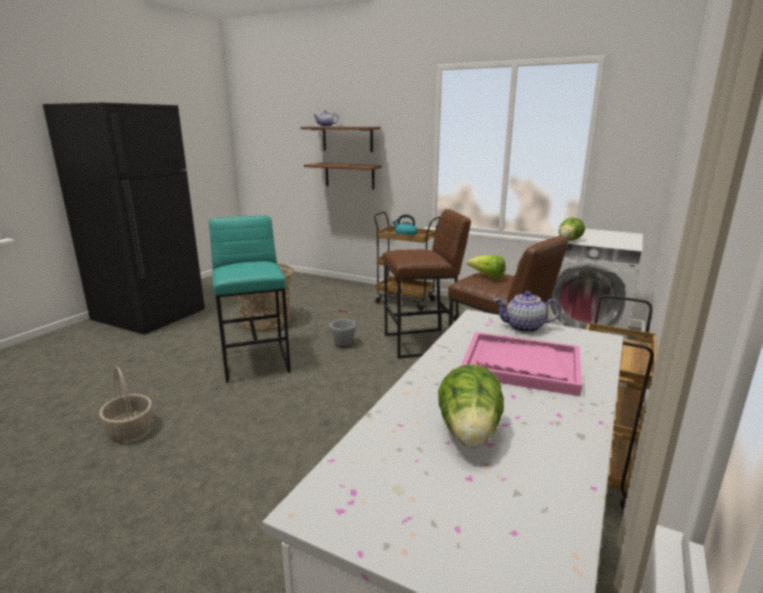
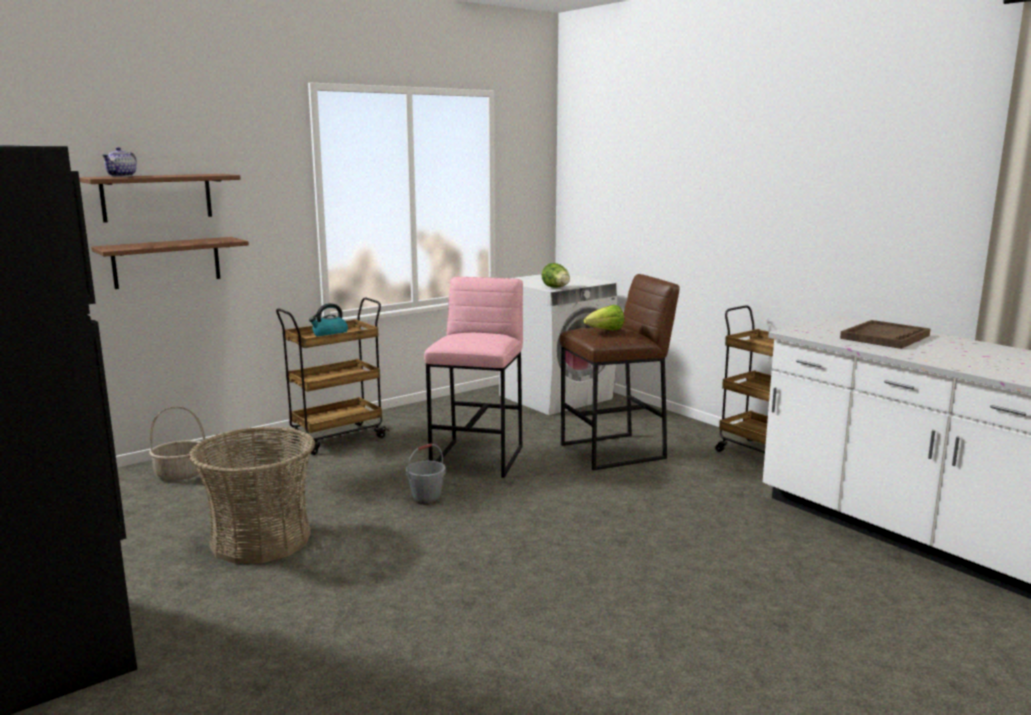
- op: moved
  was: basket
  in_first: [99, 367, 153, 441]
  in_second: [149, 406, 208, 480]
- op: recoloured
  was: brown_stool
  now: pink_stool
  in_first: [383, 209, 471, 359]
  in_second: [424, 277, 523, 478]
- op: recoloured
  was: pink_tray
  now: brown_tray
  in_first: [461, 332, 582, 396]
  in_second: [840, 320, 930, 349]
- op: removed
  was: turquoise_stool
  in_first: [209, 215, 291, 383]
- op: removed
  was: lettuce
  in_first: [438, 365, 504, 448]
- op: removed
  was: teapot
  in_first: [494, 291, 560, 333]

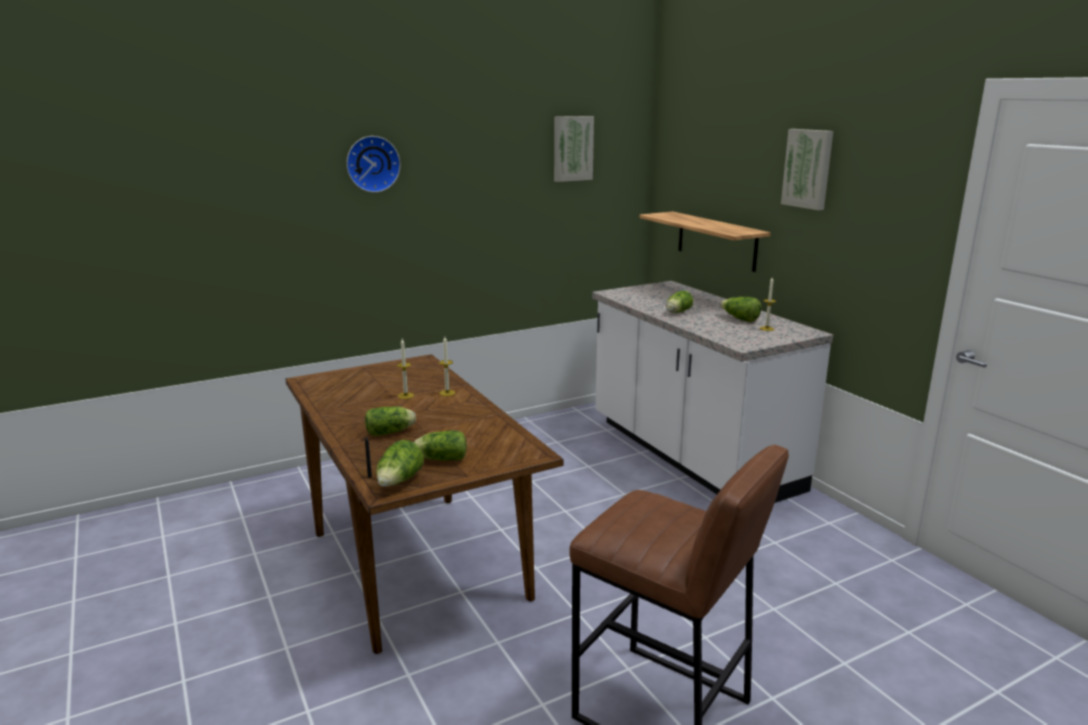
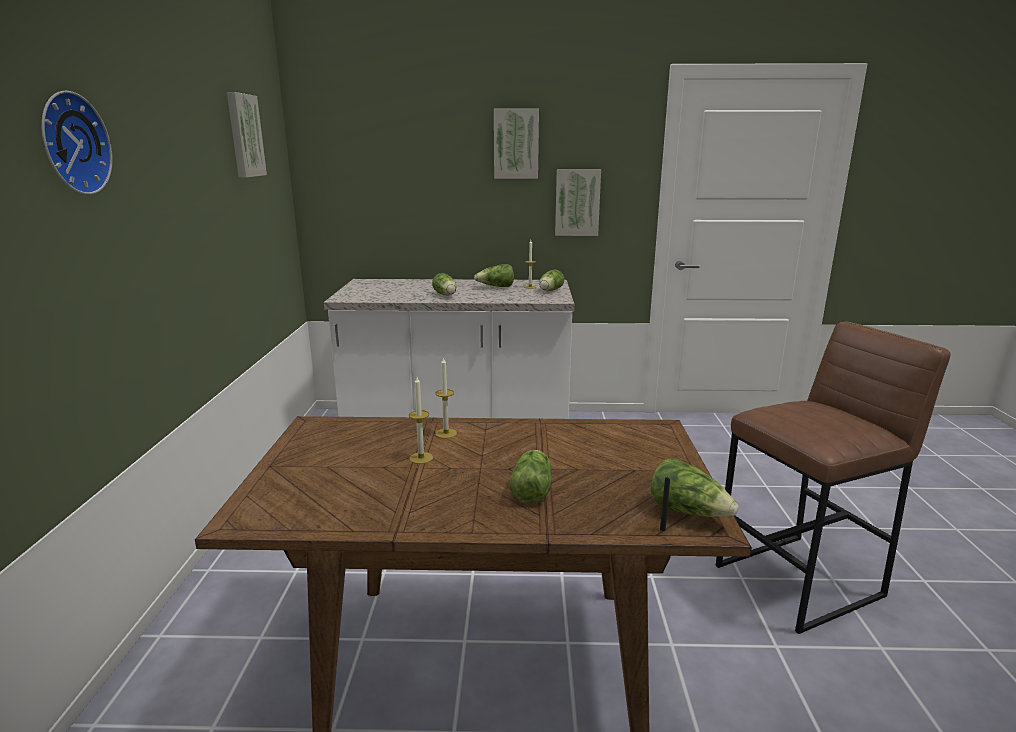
- op: moved
  was: lettuce
  in_first: [414, 431, 467, 461]
  in_second: [539, 270, 564, 291]
- op: added
  now: picture
  in_second: [555, 170, 601, 236]
- op: removed
  was: shelf
  in_first: [639, 212, 771, 272]

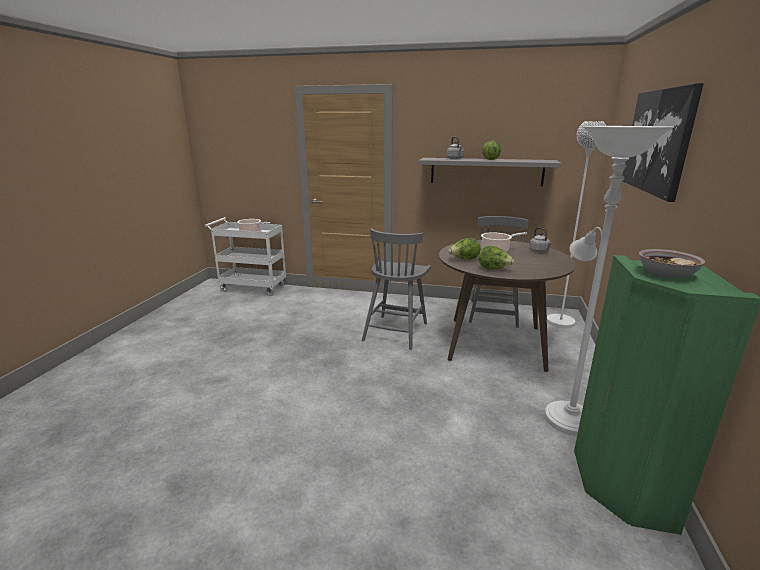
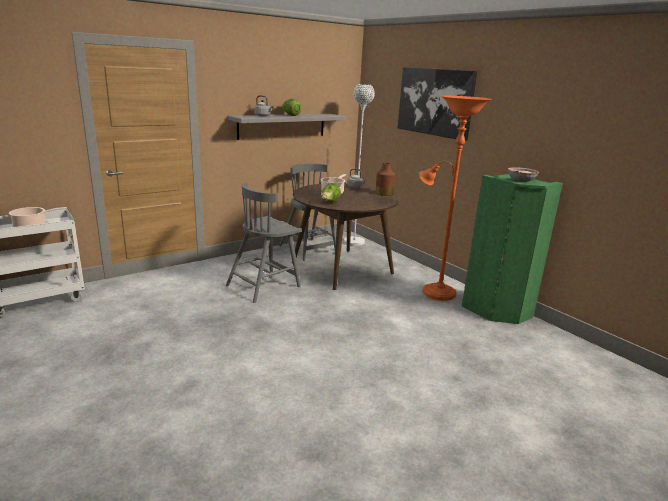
- op: turned
  was: grey_chair
  in_first: [362, 228, 431, 350]
  in_second: [226, 183, 302, 303]
  clockwise: 75
- op: added
  now: brown_vase
  in_second: [375, 163, 395, 196]
- op: recoloured
  was: white_floor_lamp
  now: orange_floor_lamp
  in_first: [545, 126, 674, 436]
  in_second: [419, 96, 492, 301]
- op: removed
  was: lettuce
  in_first: [479, 246, 514, 270]

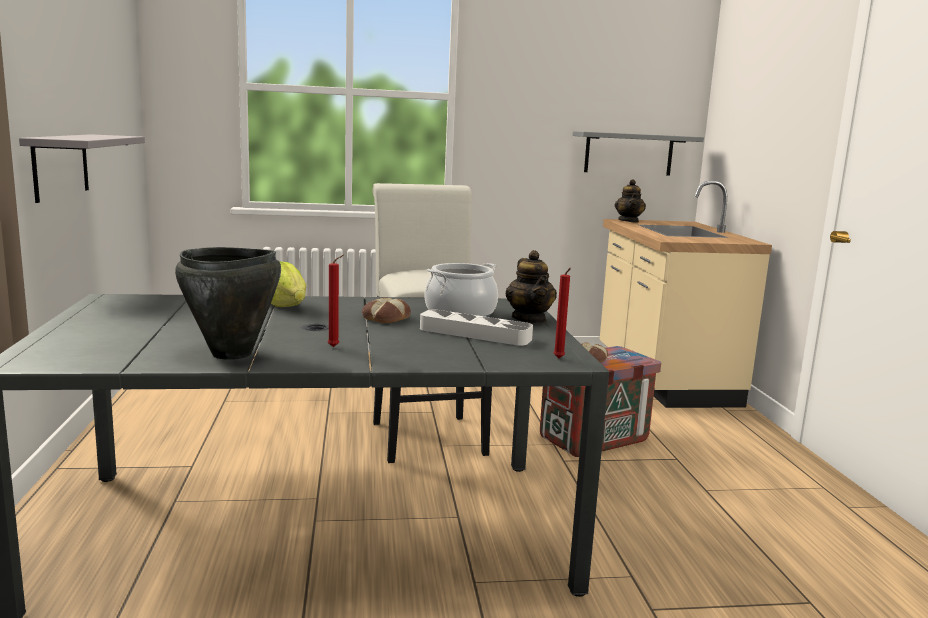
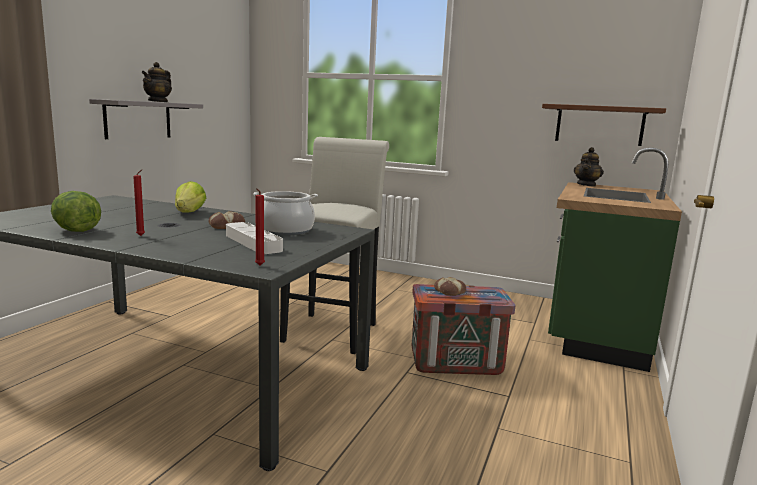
- op: replaced
  was: black_cooking_pot
  now: lettuce
  in_first: [175, 247, 281, 360]
  in_second: [51, 191, 101, 232]
- op: moved
  was: teapot
  in_first: [506, 250, 557, 323]
  in_second: [142, 62, 172, 102]
- op: recoloured
  was: grey_shelf
  now: brown_shelf
  in_first: [573, 131, 704, 176]
  in_second: [542, 104, 666, 146]
- op: recoloured
  was: beige_counter
  now: green_counter
  in_first: [600, 180, 772, 408]
  in_second: [548, 148, 682, 372]

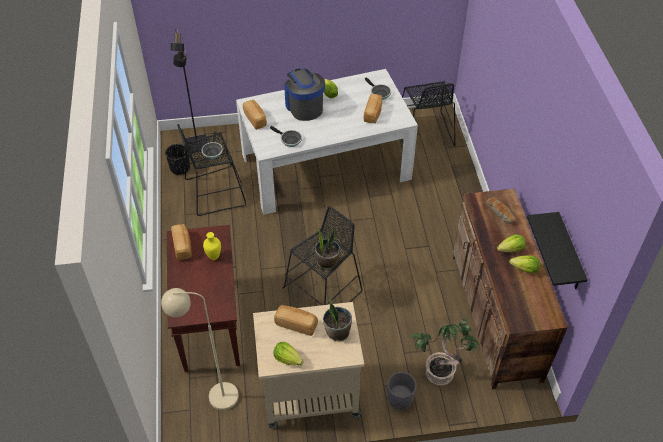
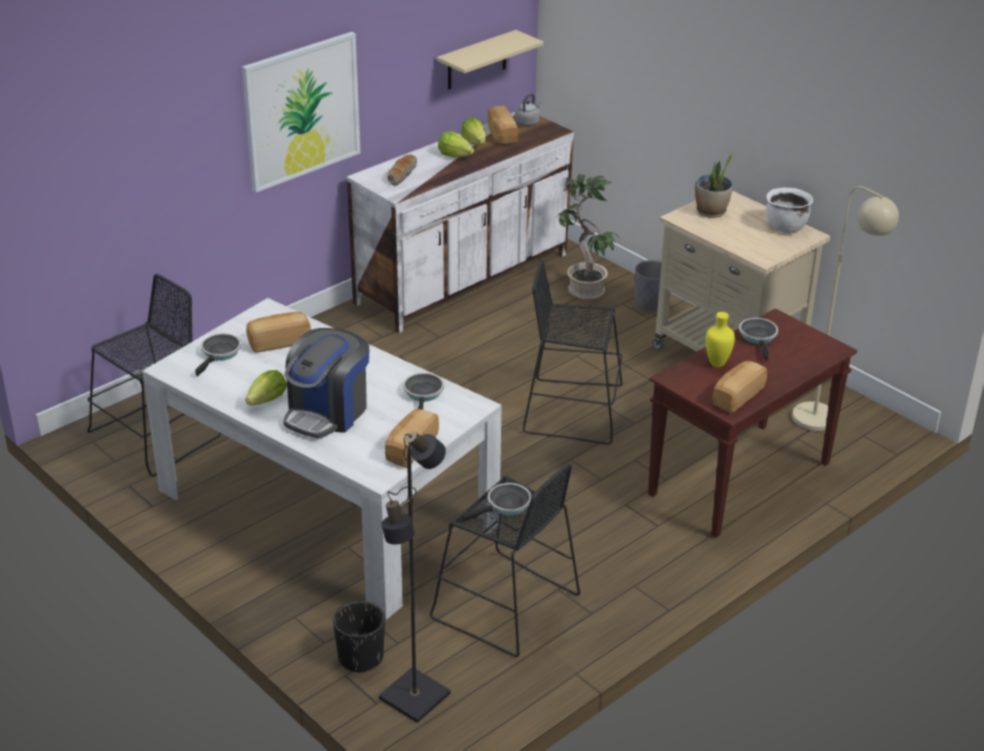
- op: added
  now: picture
  in_second: [242, 32, 360, 192]
- op: moved
  was: black_planter
  in_first: [165, 144, 190, 175]
  in_second: [333, 601, 385, 673]
- op: recoloured
  was: brown_cabinet
  now: white_cabinet
  in_first: [453, 189, 568, 389]
  in_second: [346, 112, 574, 333]
- op: recoloured
  was: black_shelf
  now: beige_shelf
  in_first: [527, 212, 588, 289]
  in_second: [437, 30, 544, 89]
- op: moved
  was: bread
  in_first: [274, 305, 318, 336]
  in_second: [488, 105, 518, 145]
- op: added
  now: grey_kettle
  in_second: [515, 94, 541, 126]
- op: added
  now: frying_pan
  in_second: [739, 318, 778, 361]
- op: replaced
  was: lettuce
  now: white_cooking_pot
  in_first: [274, 342, 304, 366]
  in_second: [766, 188, 813, 233]
- op: removed
  was: potted_plant
  in_first: [315, 227, 340, 270]

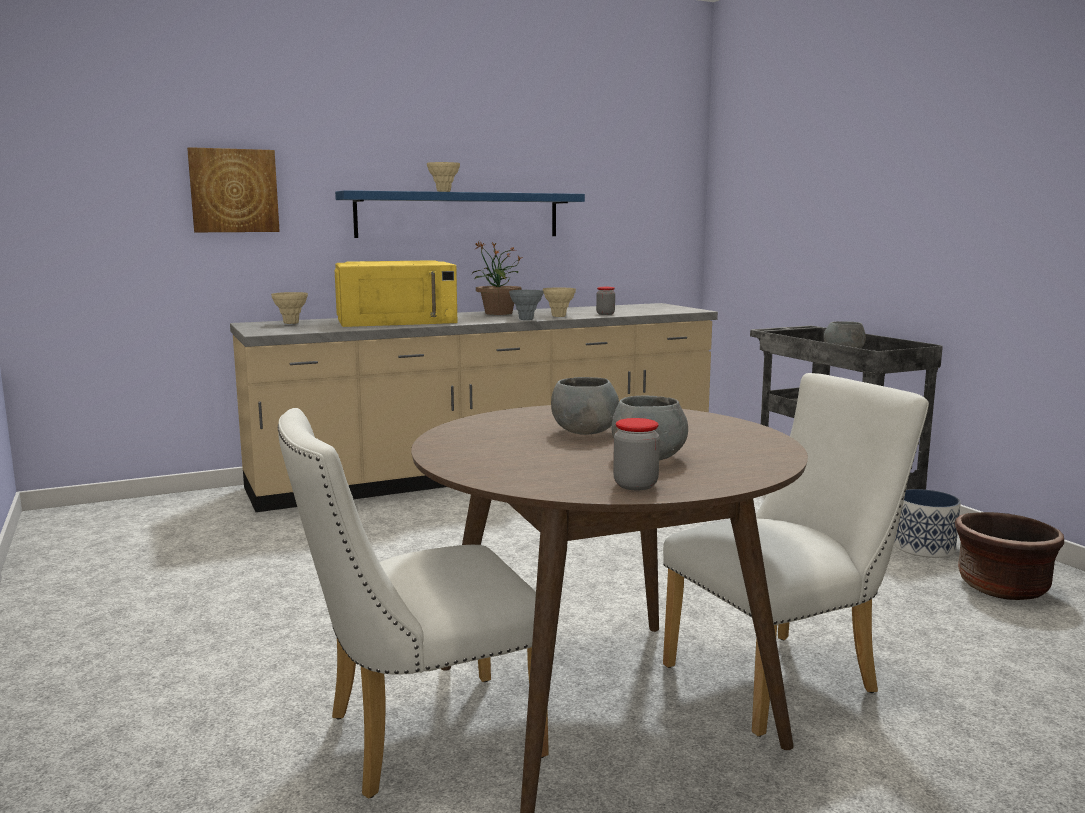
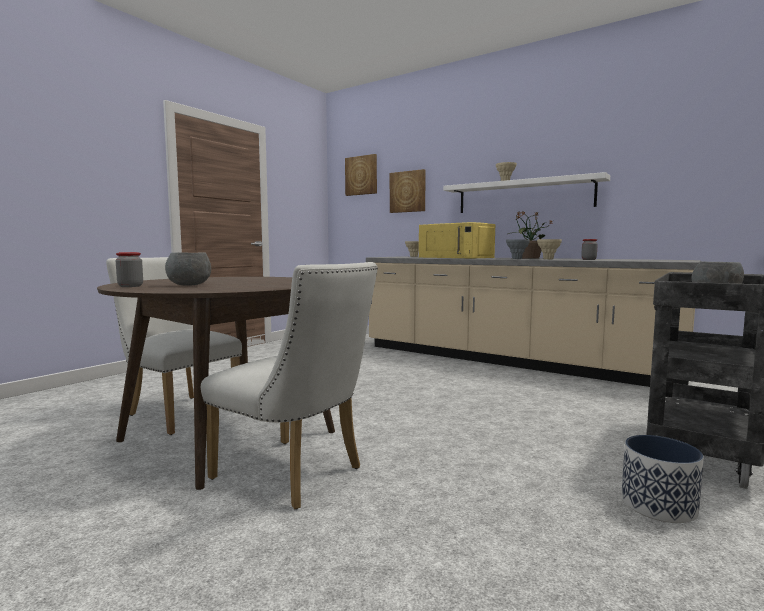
- op: added
  now: picture
  in_second: [345, 154, 377, 196]
- op: recoloured
  was: blue_shelf
  now: white_shelf
  in_first: [335, 190, 585, 238]
  in_second: [443, 172, 610, 213]
- op: removed
  was: grey_bowl
  in_first: [551, 377, 619, 435]
- op: removed
  was: brown_planter
  in_first: [955, 512, 1064, 600]

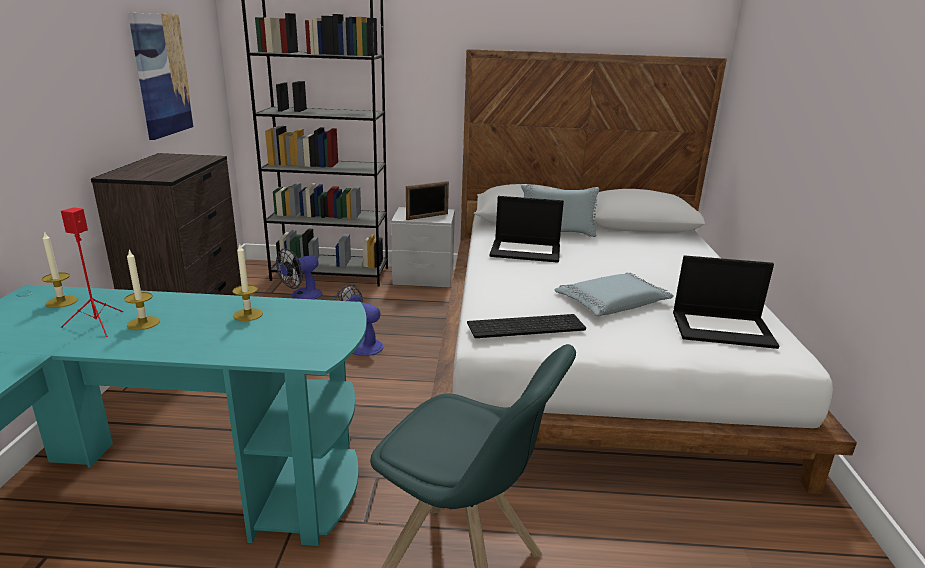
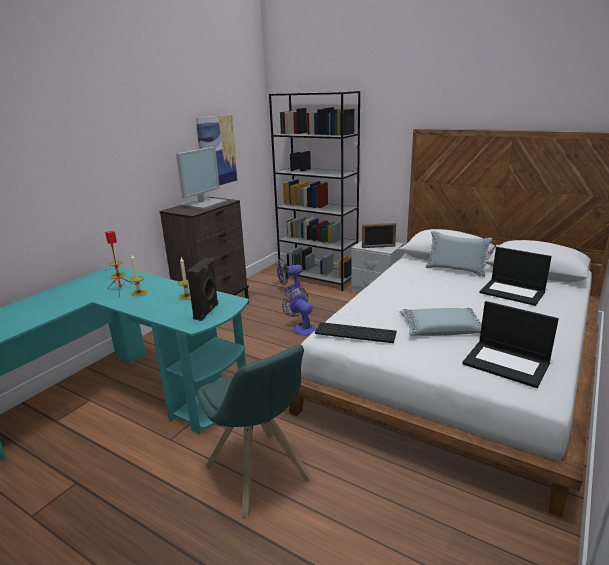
- op: added
  now: monitor
  in_second: [176, 147, 227, 210]
- op: added
  now: black_speaker
  in_second: [187, 258, 218, 321]
- op: moved
  was: laptop
  in_first: [489, 196, 564, 263]
  in_second: [479, 247, 552, 306]

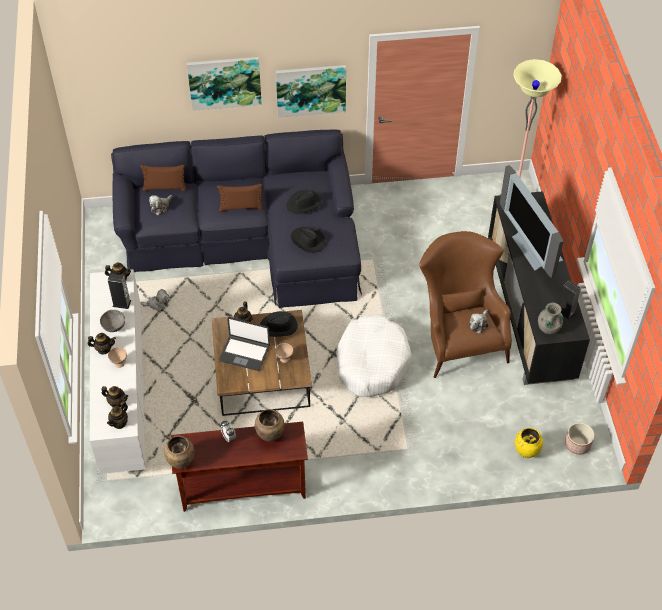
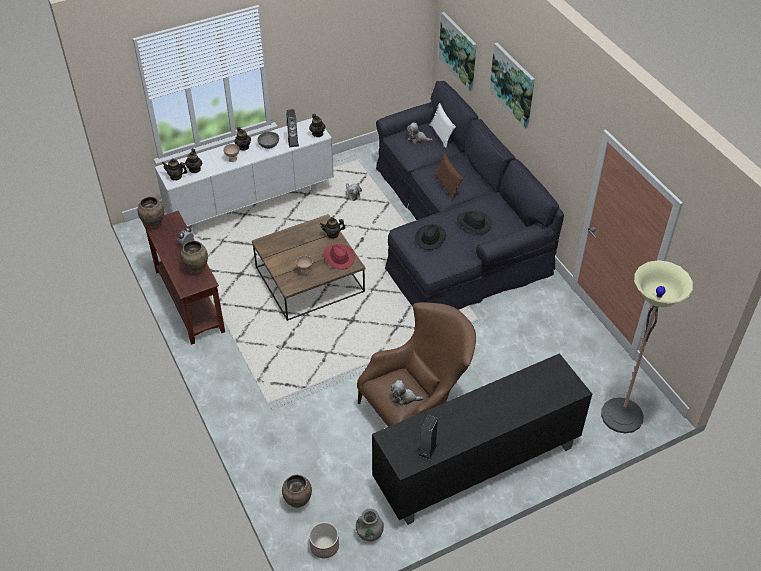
- op: recoloured
  was: yellow_vase
  now: brown_vase
  in_first: [515, 428, 543, 458]
  in_second: [282, 475, 312, 508]
- op: recoloured
  was: black_hat
  now: red_hat
  in_first: [260, 311, 298, 337]
  in_second: [324, 244, 355, 269]
- op: moved
  was: grey_vase
  in_first: [538, 303, 563, 334]
  in_second: [356, 509, 384, 542]
- op: recoloured
  was: brown_pillow
  now: white_pillow
  in_first: [140, 165, 186, 192]
  in_second: [430, 103, 456, 148]
- op: moved
  was: picture
  in_first: [276, 65, 346, 118]
  in_second: [439, 12, 477, 91]
- op: removed
  was: laptop
  in_first: [219, 317, 270, 371]
- op: removed
  was: white_dog_bed
  in_first: [336, 313, 411, 397]
- op: removed
  was: television
  in_first: [500, 165, 564, 278]

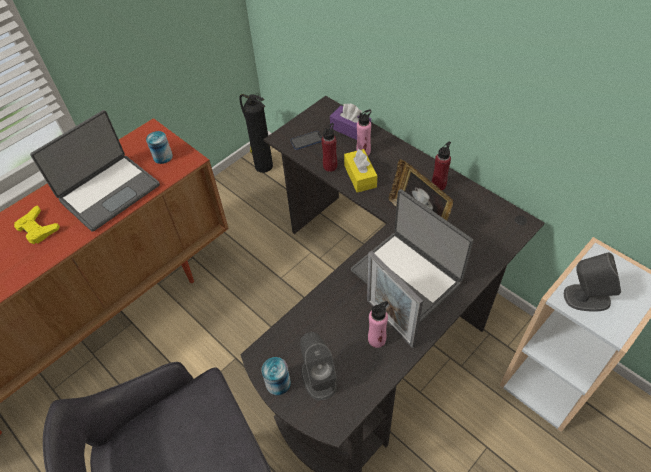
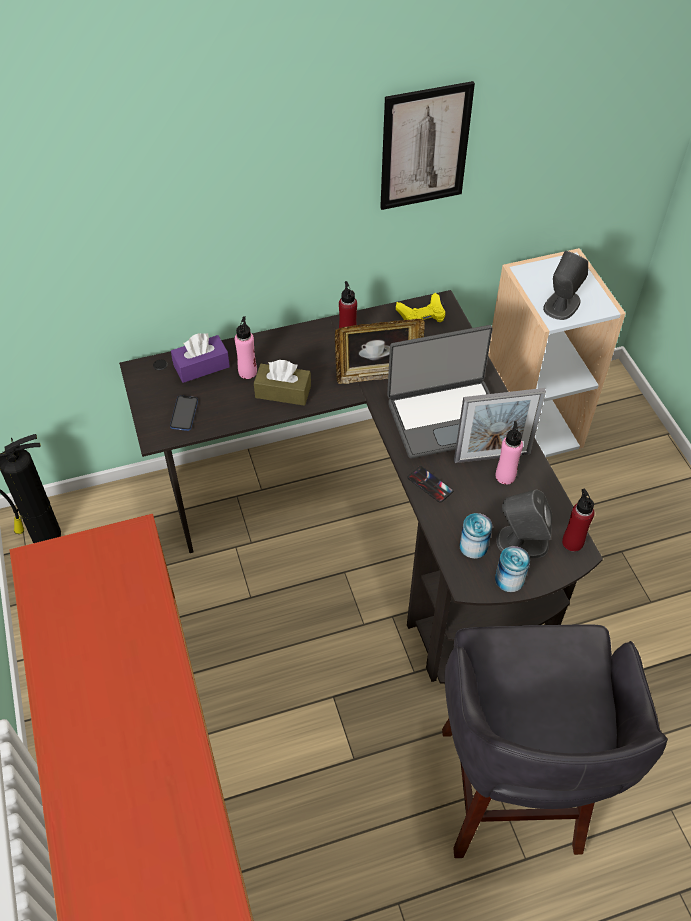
- op: recoloured
  was: yellow_tissue_box
  now: brown_tissue_box
  in_first: [344, 149, 377, 193]
  in_second: [254, 360, 311, 406]
- op: added
  now: picture
  in_second: [380, 81, 475, 210]
- op: moved
  was: yellow_game_controller
  in_first: [14, 205, 60, 244]
  in_second: [396, 292, 445, 322]
- op: added
  now: phone
  in_second: [408, 466, 454, 503]
- op: moved
  was: can
  in_first: [146, 131, 173, 164]
  in_second: [459, 513, 493, 559]
- op: moved
  was: red_bottle
  in_first: [321, 123, 337, 172]
  in_second: [562, 489, 595, 552]
- op: removed
  was: laptop
  in_first: [30, 110, 160, 232]

